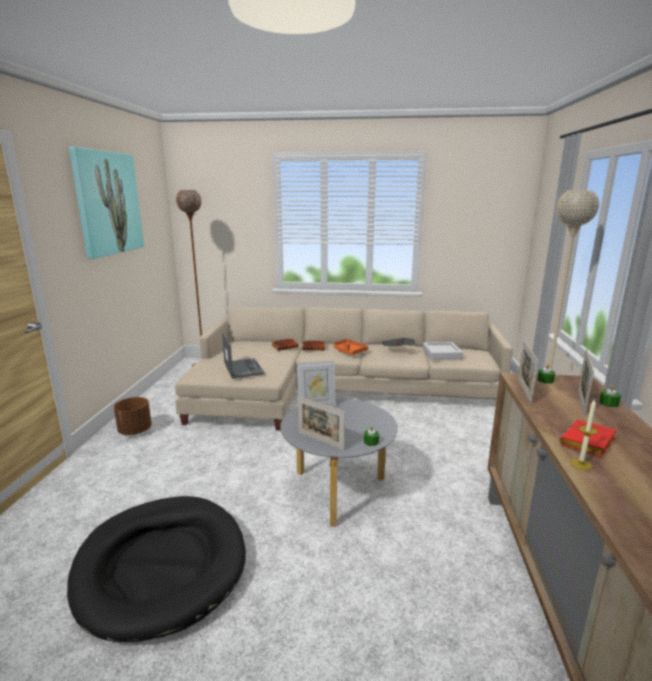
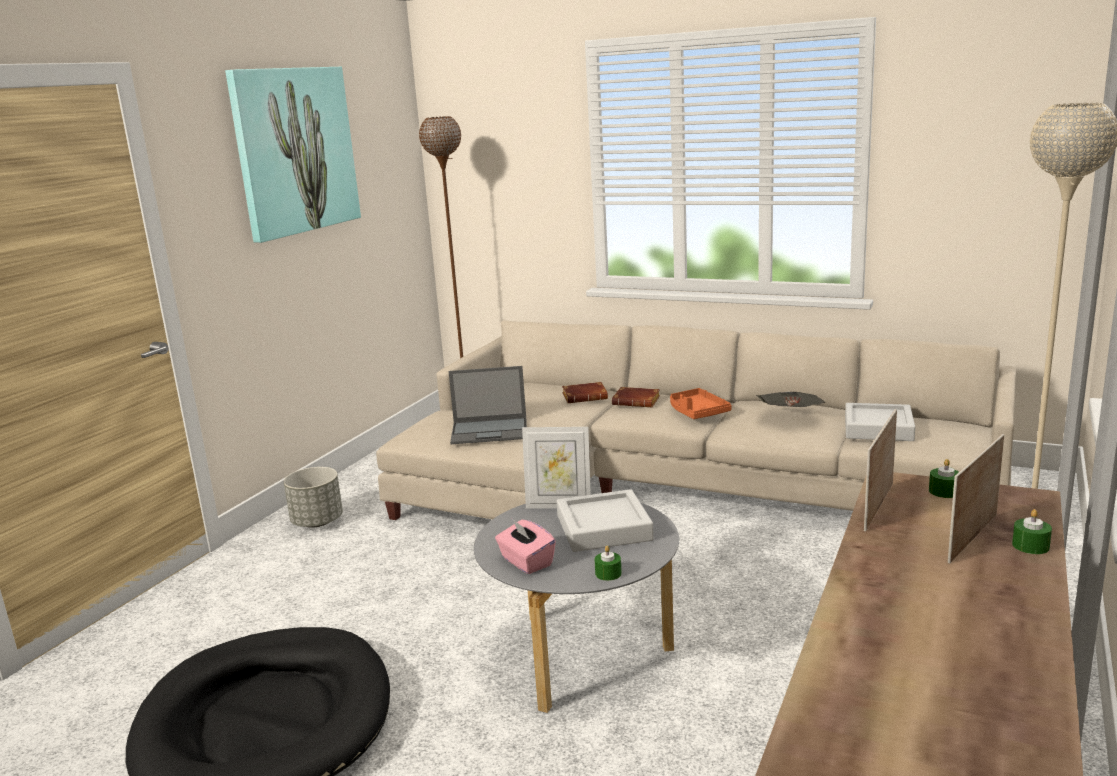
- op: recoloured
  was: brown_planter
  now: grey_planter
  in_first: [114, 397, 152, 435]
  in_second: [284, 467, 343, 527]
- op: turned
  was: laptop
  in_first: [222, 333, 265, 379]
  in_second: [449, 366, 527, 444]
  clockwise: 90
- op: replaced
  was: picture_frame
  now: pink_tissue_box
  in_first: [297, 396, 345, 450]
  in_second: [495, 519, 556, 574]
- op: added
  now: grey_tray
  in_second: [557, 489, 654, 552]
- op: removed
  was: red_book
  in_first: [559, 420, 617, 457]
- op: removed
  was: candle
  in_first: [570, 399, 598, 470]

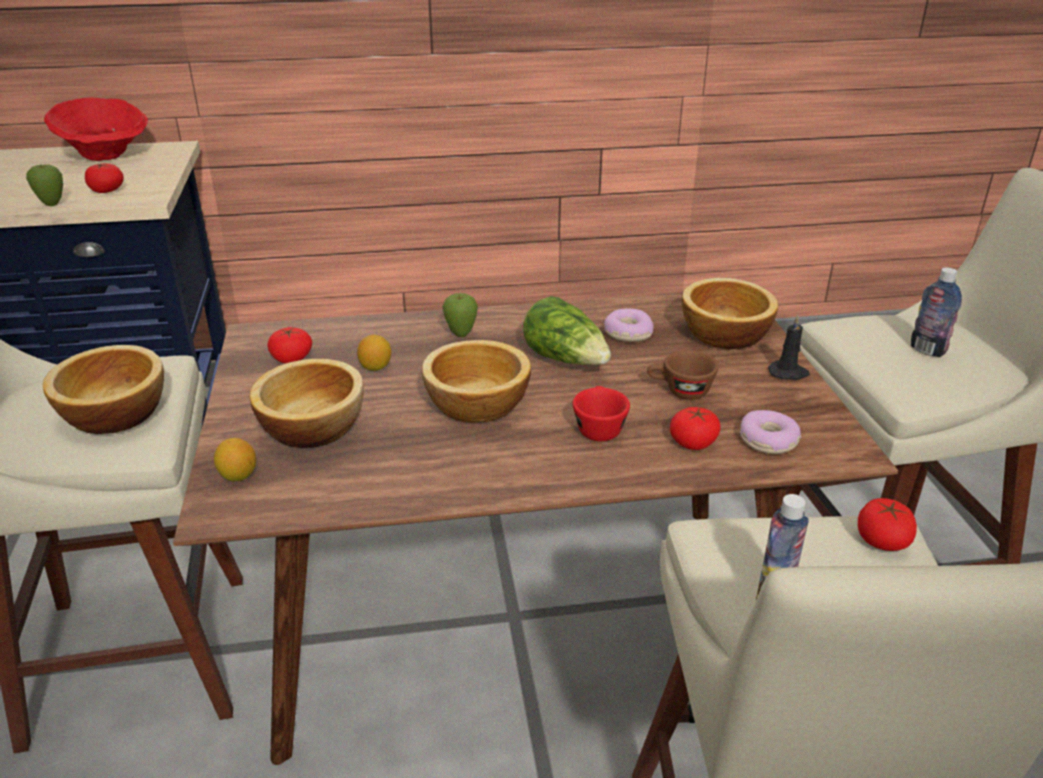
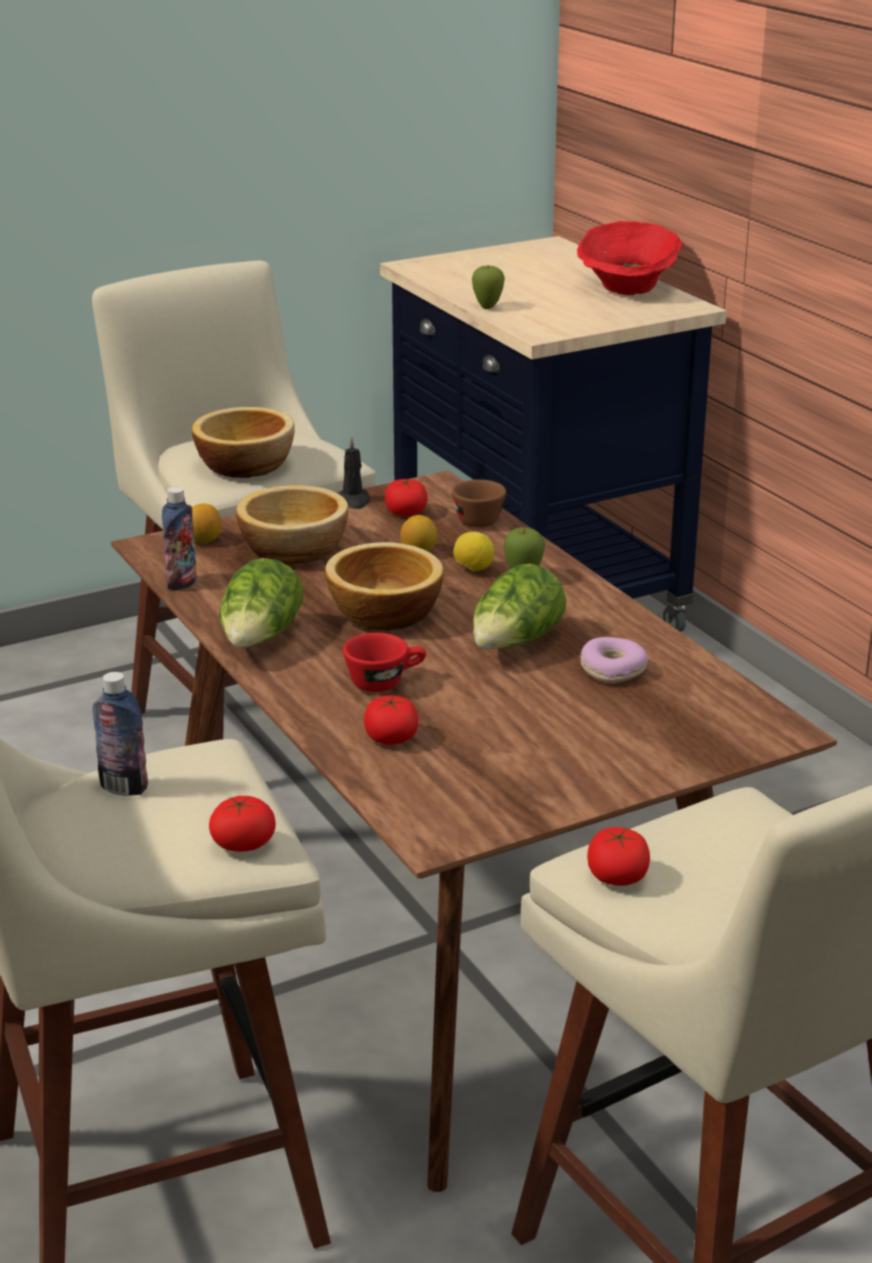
- op: moved
  was: bottle
  in_first: [911, 267, 962, 357]
  in_second: [162, 487, 197, 591]
- op: added
  now: lettuce
  in_second: [219, 558, 304, 648]
- op: moved
  was: black_candle
  in_first: [768, 315, 810, 380]
  in_second: [338, 436, 370, 509]
- op: moved
  was: brown_cup
  in_first: [647, 350, 719, 400]
  in_second: [452, 480, 506, 527]
- op: added
  now: lemon
  in_second: [453, 532, 494, 572]
- op: moved
  was: tomato
  in_first: [85, 163, 124, 193]
  in_second: [587, 827, 650, 886]
- op: removed
  was: bowl
  in_first: [682, 278, 778, 349]
- op: removed
  was: donut
  in_first: [740, 410, 801, 454]

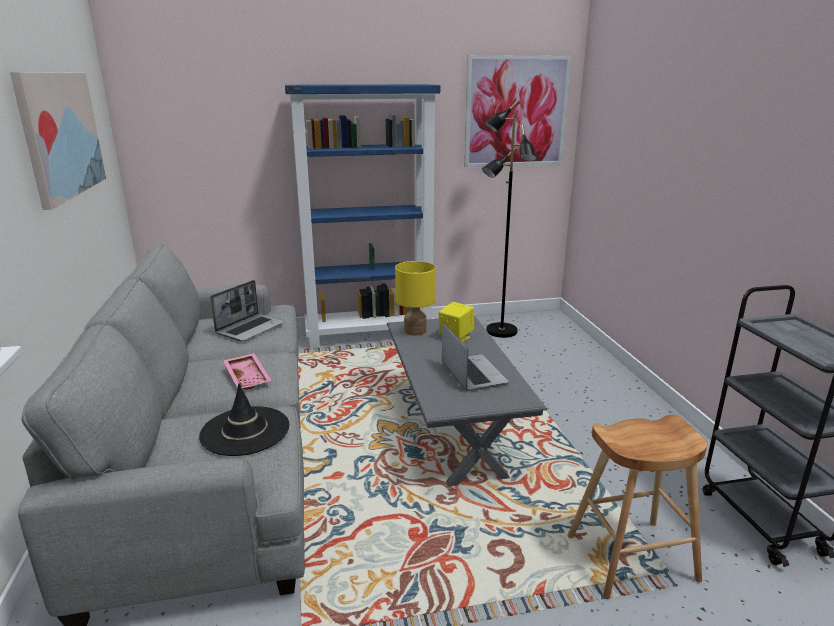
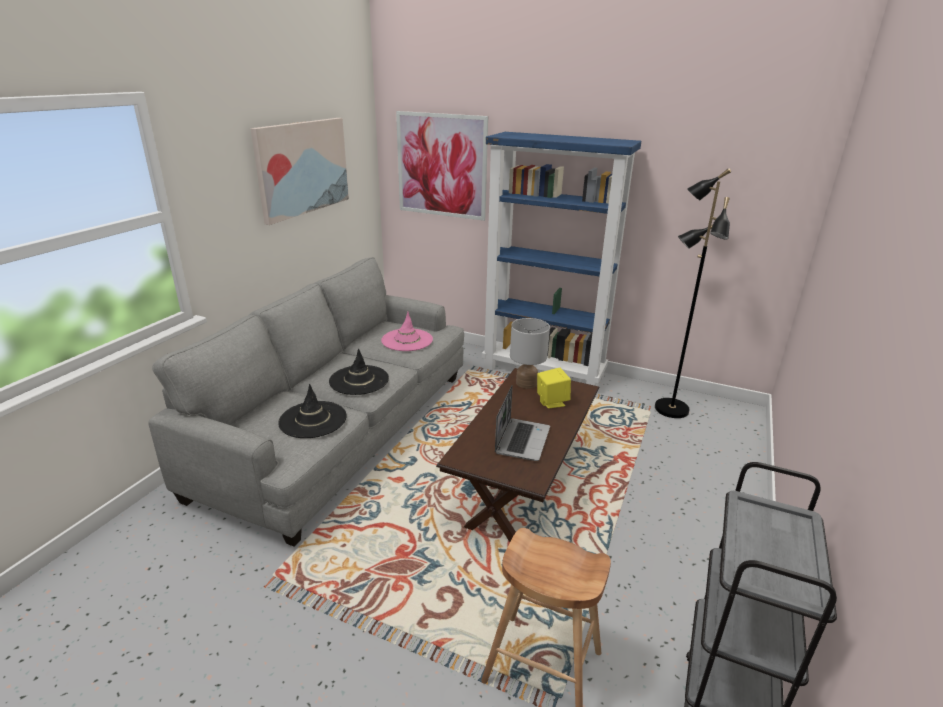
- op: replaced
  was: pink_tray
  now: black_hat
  in_first: [223, 353, 271, 390]
  in_second: [329, 348, 389, 395]
- op: replaced
  was: laptop
  now: pink_hat
  in_first: [210, 280, 285, 341]
  in_second: [381, 312, 433, 351]
- op: moved
  was: picture
  in_first: [465, 55, 571, 167]
  in_second: [396, 111, 488, 221]
- op: recoloured
  was: grey_coffee_table
  now: brown_coffee_table
  in_first: [387, 316, 547, 487]
  in_second: [436, 368, 599, 542]
- op: recoloured
  was: yellow_table_lamp
  now: grey_table_lamp
  in_first: [395, 261, 436, 335]
  in_second: [510, 318, 550, 389]

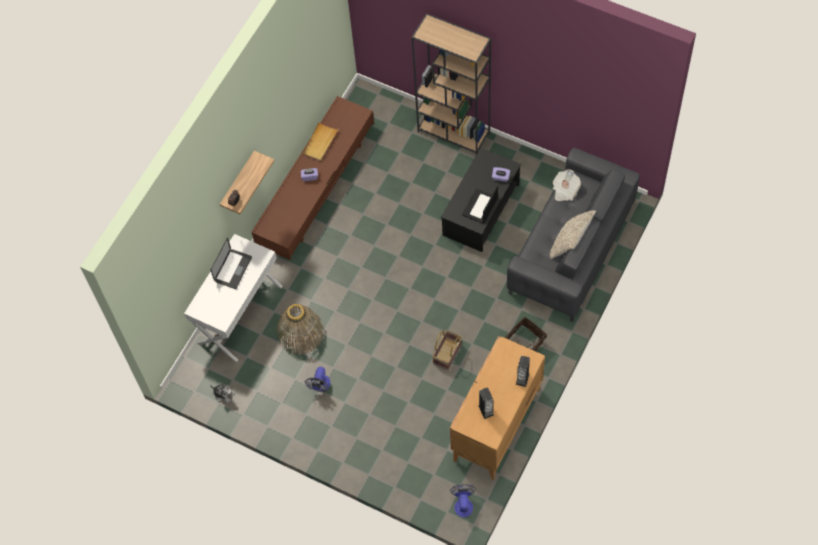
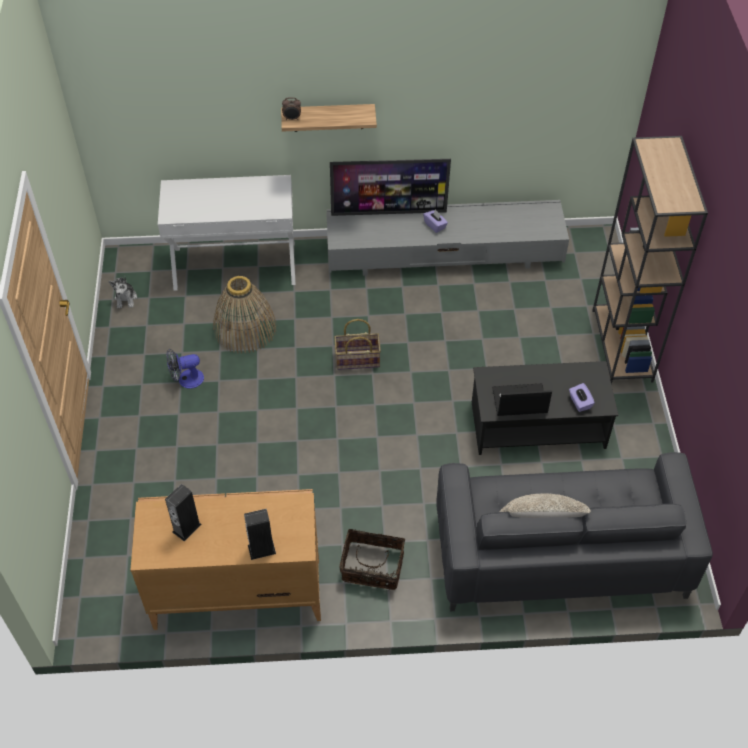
- op: recoloured
  was: brown_tv_stand
  now: grey_tv_stand
  in_first: [252, 96, 374, 260]
  in_second: [326, 200, 569, 276]
- op: added
  now: television
  in_second: [330, 159, 451, 216]
- op: moved
  was: basket
  in_first: [432, 330, 462, 370]
  in_second: [334, 319, 381, 370]
- op: removed
  was: laptop
  in_first: [211, 238, 252, 289]
- op: removed
  was: beige_tray
  in_first: [303, 122, 338, 161]
- op: removed
  was: fan
  in_first: [450, 484, 476, 517]
- op: removed
  was: newspaper
  in_first: [553, 169, 581, 201]

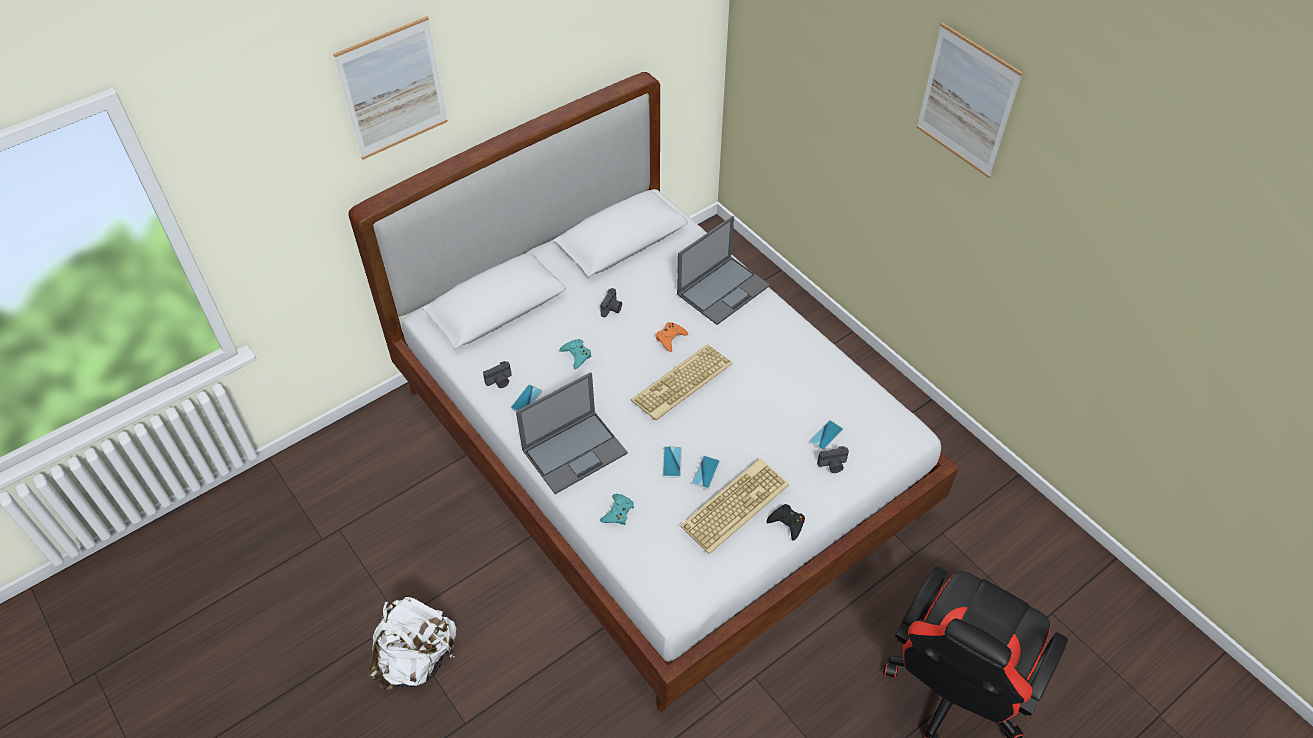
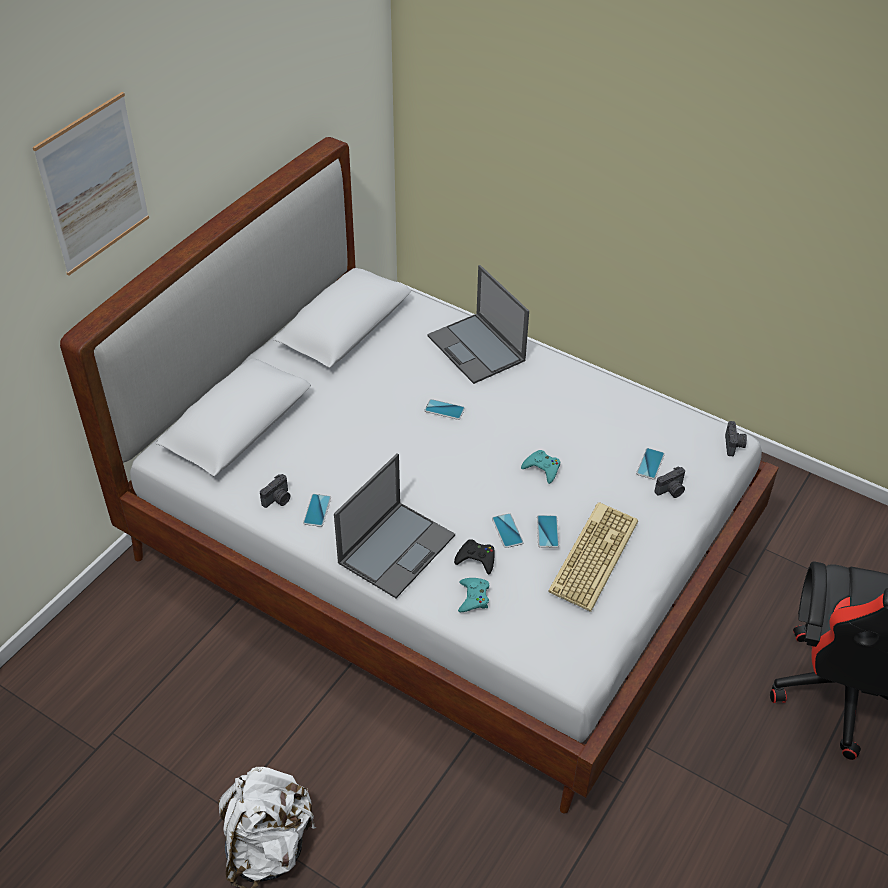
- op: replaced
  was: orange_game_controller
  now: phone
  in_first: [656, 322, 688, 352]
  in_second: [424, 399, 465, 420]
- op: turned
  was: laptop
  in_first: [677, 216, 770, 325]
  in_second: [427, 265, 529, 384]
  clockwise: 120
- op: moved
  was: black_game_controller
  in_first: [767, 504, 805, 541]
  in_second: [454, 539, 494, 574]
- op: moved
  was: turquoise_game_controller
  in_first: [559, 339, 591, 369]
  in_second: [521, 450, 560, 484]
- op: moved
  was: photo_camera
  in_first: [600, 288, 622, 318]
  in_second: [725, 421, 747, 456]
- op: removed
  was: keyboard
  in_first: [631, 344, 732, 420]
- op: removed
  was: picture
  in_first: [916, 22, 1023, 178]

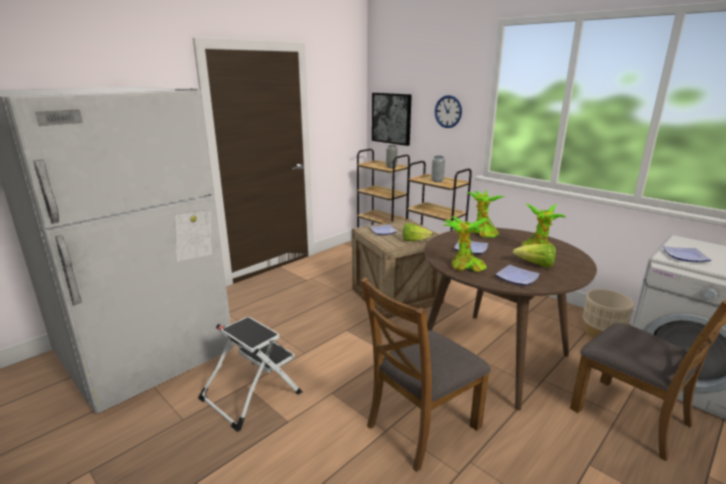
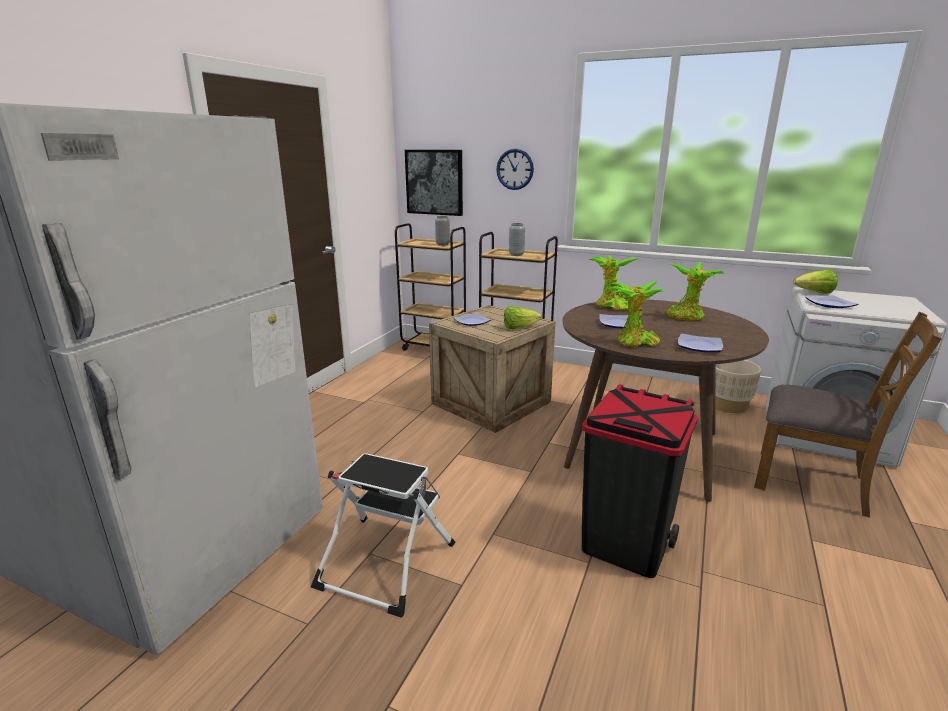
- op: replaced
  was: brown_chair
  now: black_trash_can
  in_first: [361, 277, 491, 472]
  in_second: [582, 384, 698, 578]
- op: moved
  was: lettuce
  in_first: [512, 243, 556, 268]
  in_second: [793, 269, 838, 294]

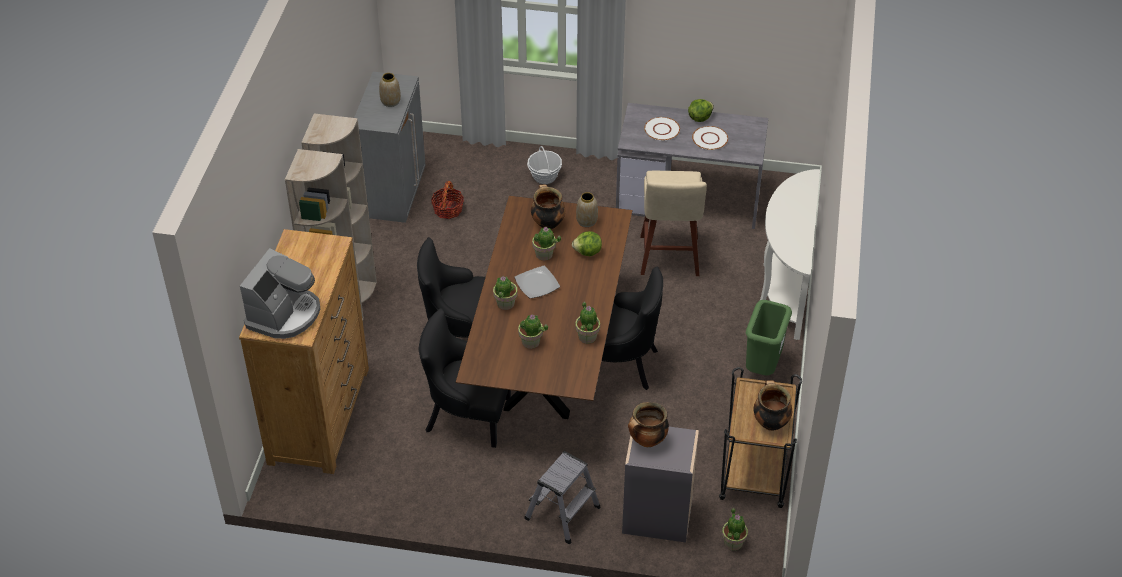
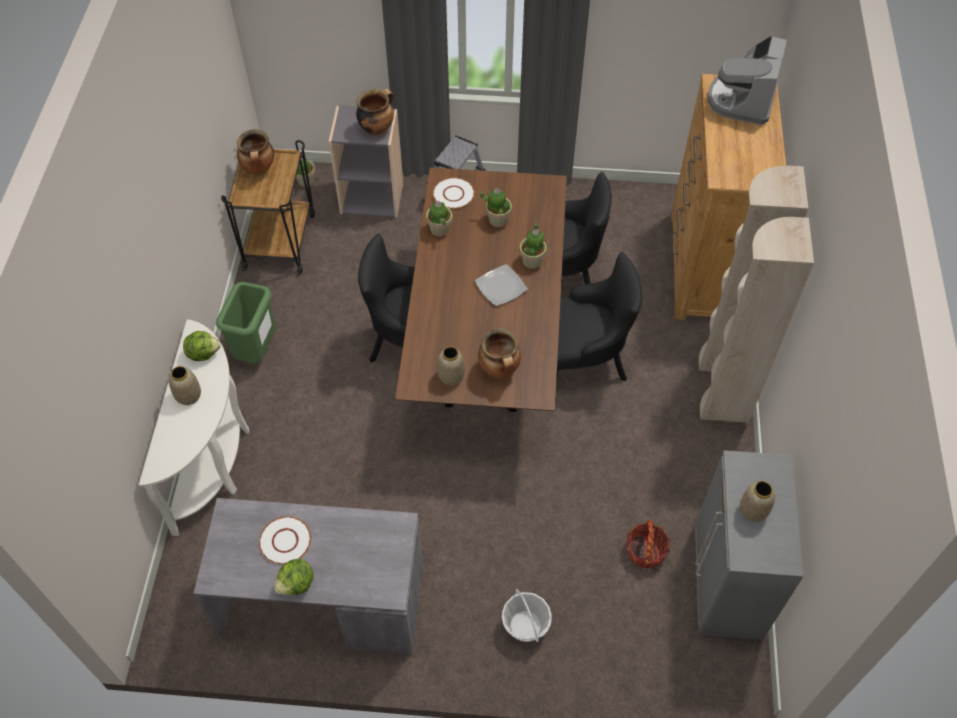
- op: added
  now: vase
  in_second: [169, 366, 201, 405]
- op: moved
  was: lettuce
  in_first: [572, 231, 602, 256]
  in_second: [183, 331, 221, 361]
- op: moved
  was: white_plate
  in_first: [644, 117, 680, 140]
  in_second: [433, 178, 475, 209]
- op: removed
  was: potted_plant
  in_first: [532, 227, 561, 260]
- op: removed
  was: beige_stool
  in_first: [640, 171, 707, 276]

